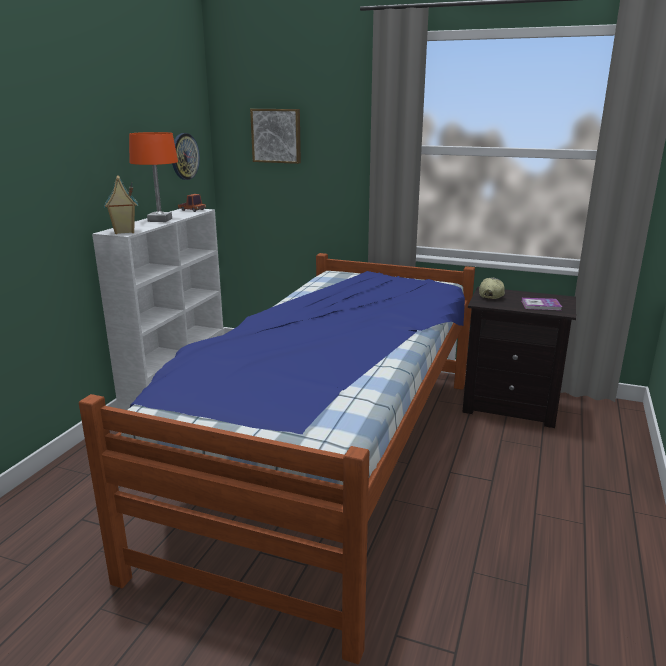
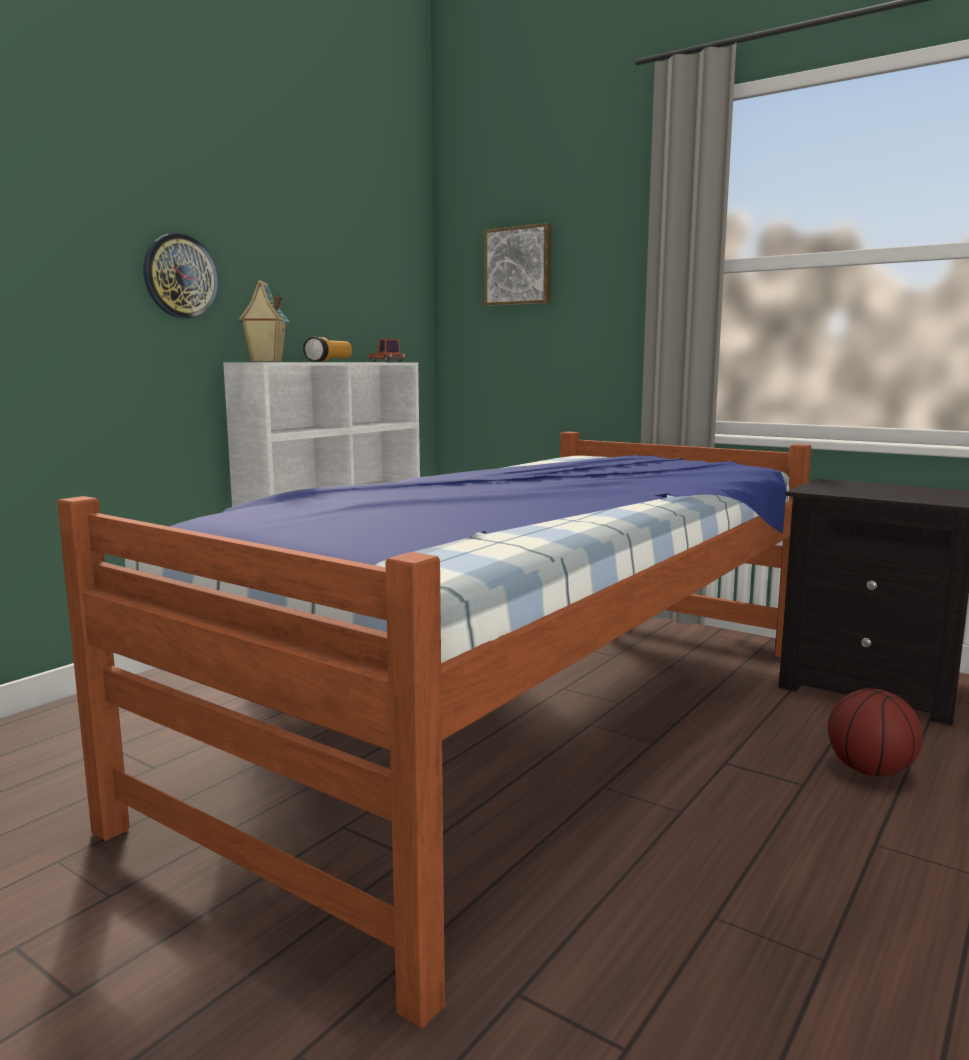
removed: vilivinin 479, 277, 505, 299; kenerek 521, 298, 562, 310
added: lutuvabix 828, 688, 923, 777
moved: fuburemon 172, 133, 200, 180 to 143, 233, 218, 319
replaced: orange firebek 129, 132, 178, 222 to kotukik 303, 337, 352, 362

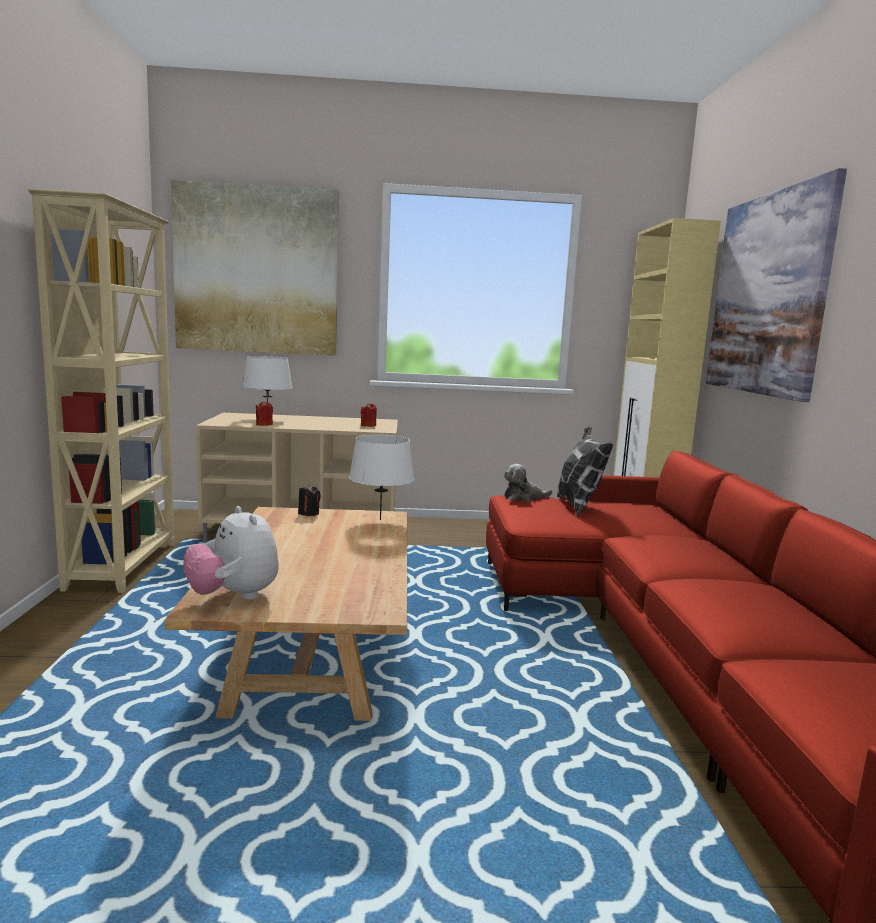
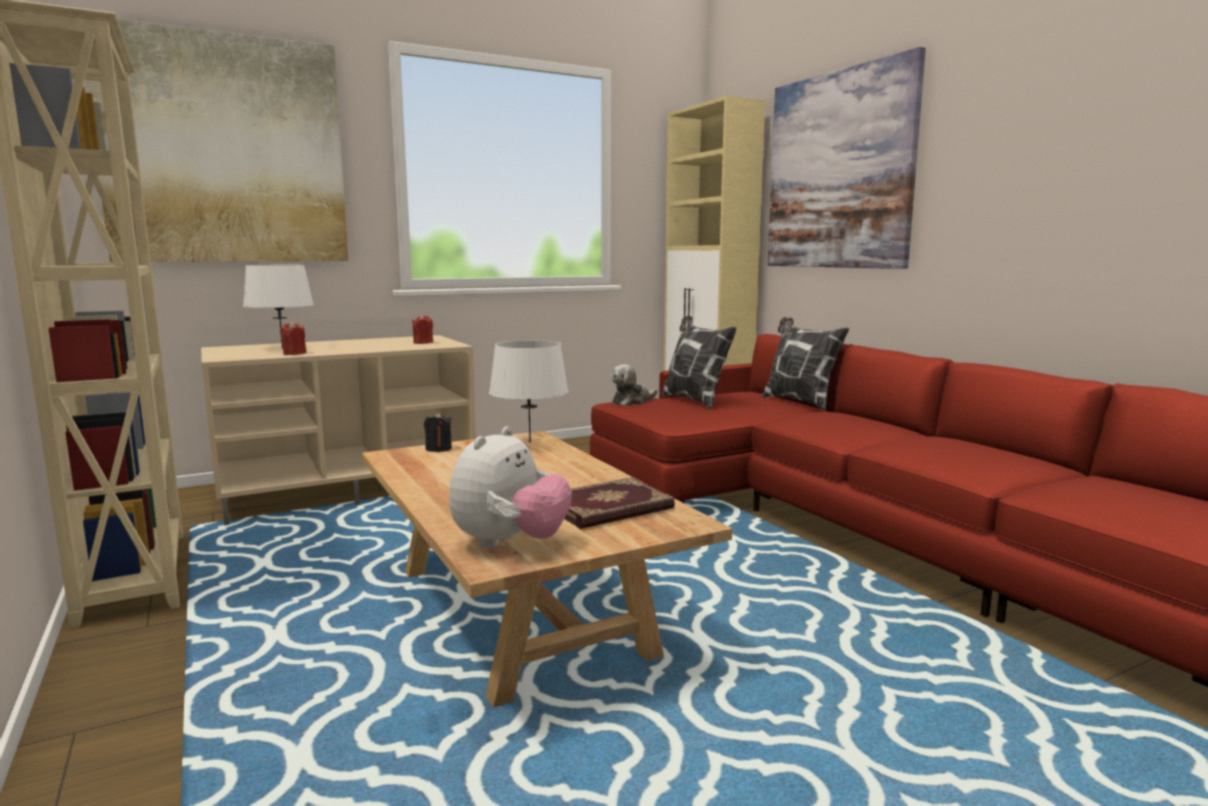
added: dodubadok 762, 317, 850, 410; kenerek 564, 477, 675, 529
turned: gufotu 183, 506, 279, 600 = 449, 426, 572, 549 90 degrees counterclockwise

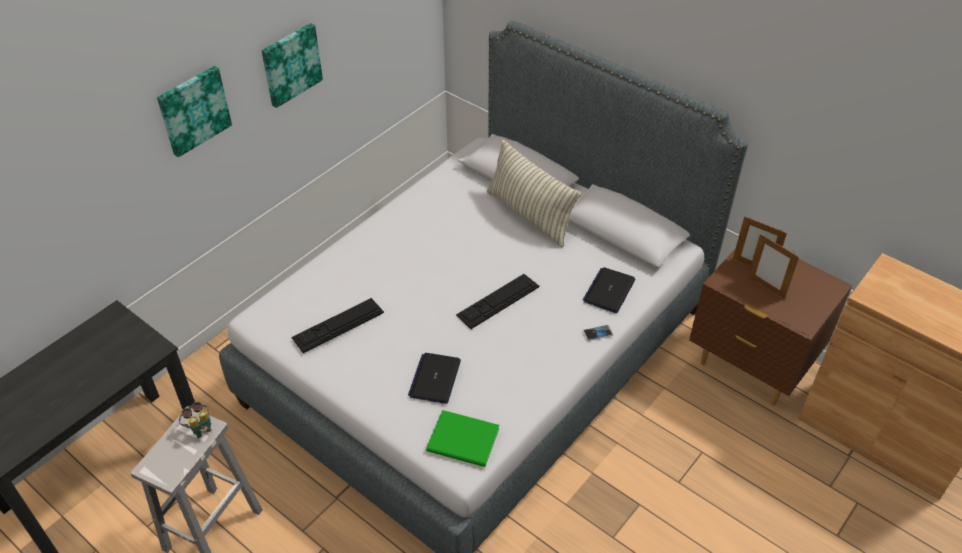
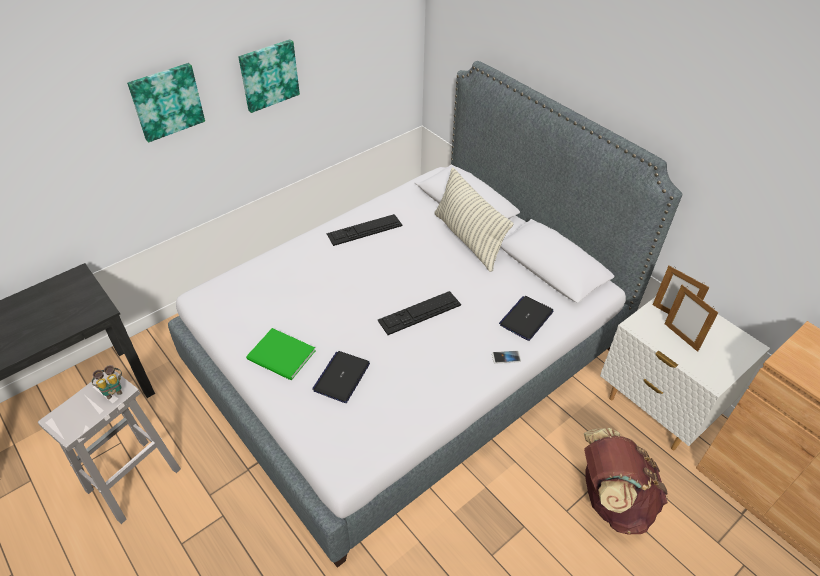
added: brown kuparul 584, 428, 668, 534
moved: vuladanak 291, 298, 384, 353 to 326, 214, 402, 246; green kenerek 426, 410, 499, 467 to 246, 328, 316, 380
recoloured: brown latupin 689, 248, 853, 405 to white latupin 600, 297, 770, 450

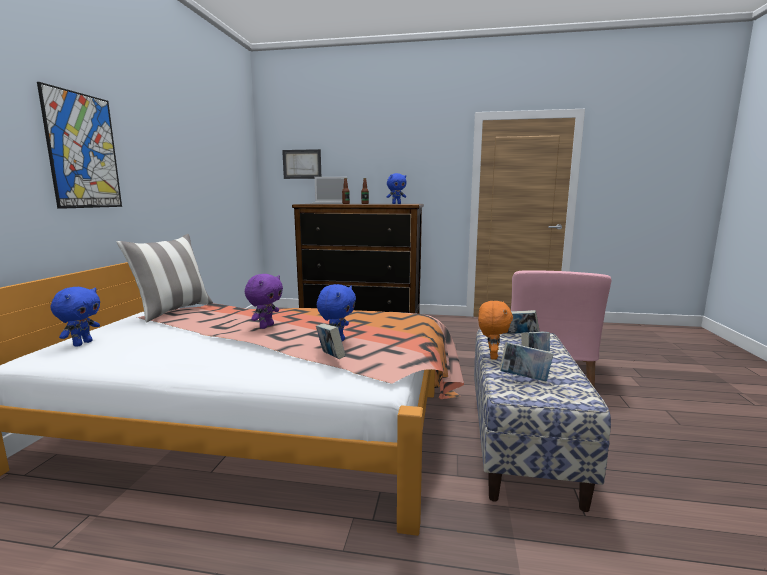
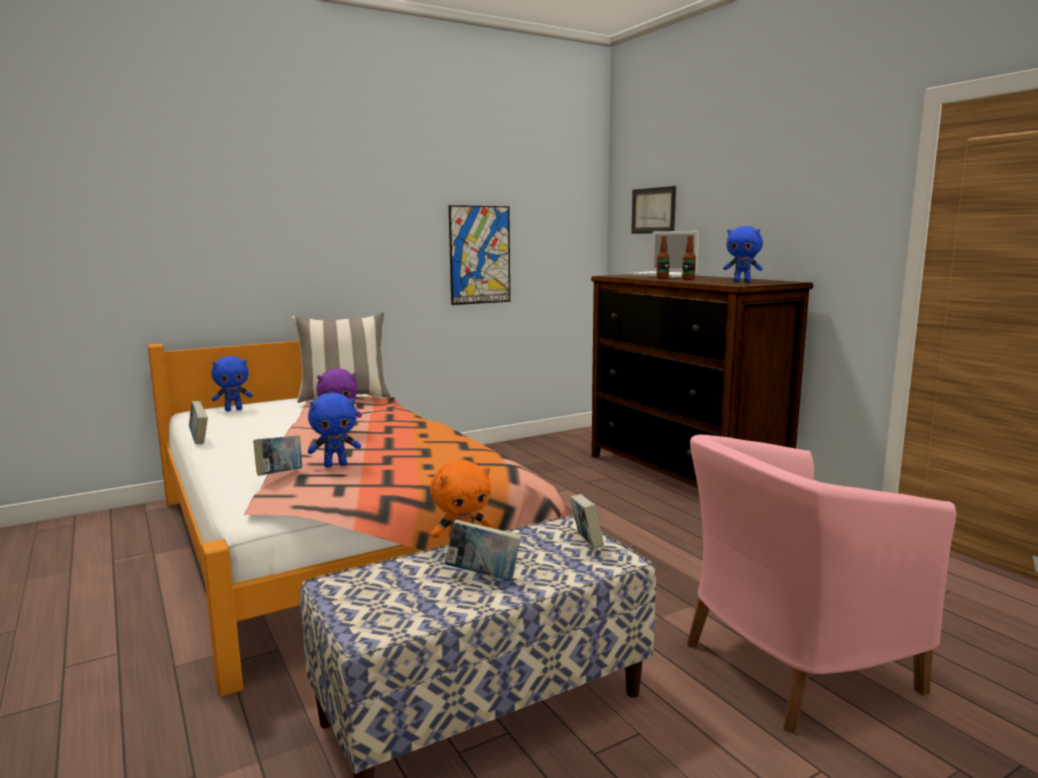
moved: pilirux 37, 82, 122, 209 to 449, 205, 510, 305; kenerek 500, 342, 554, 381 to 189, 401, 208, 444

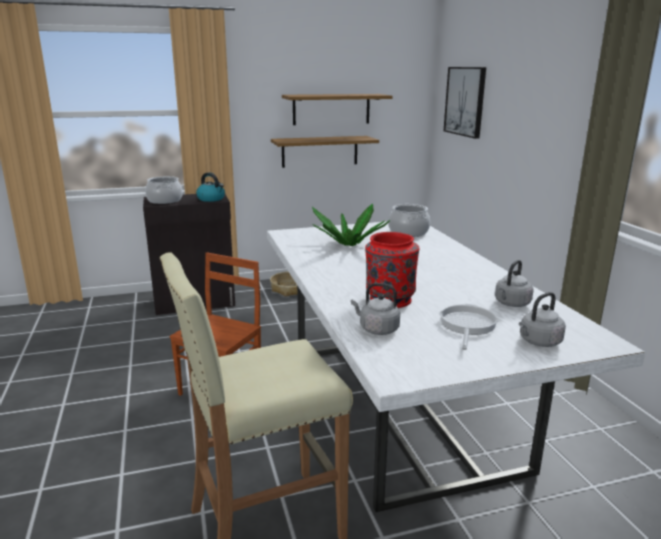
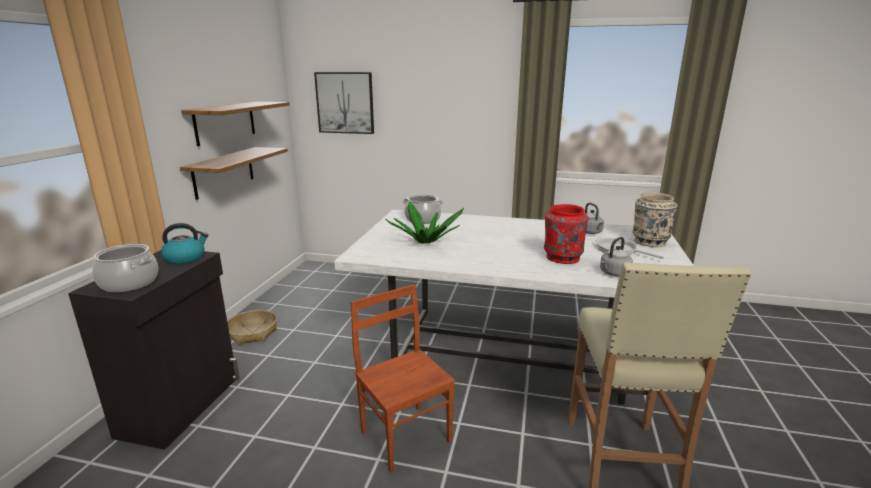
replaced: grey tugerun 519, 292, 566, 347 to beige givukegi 632, 193, 677, 247

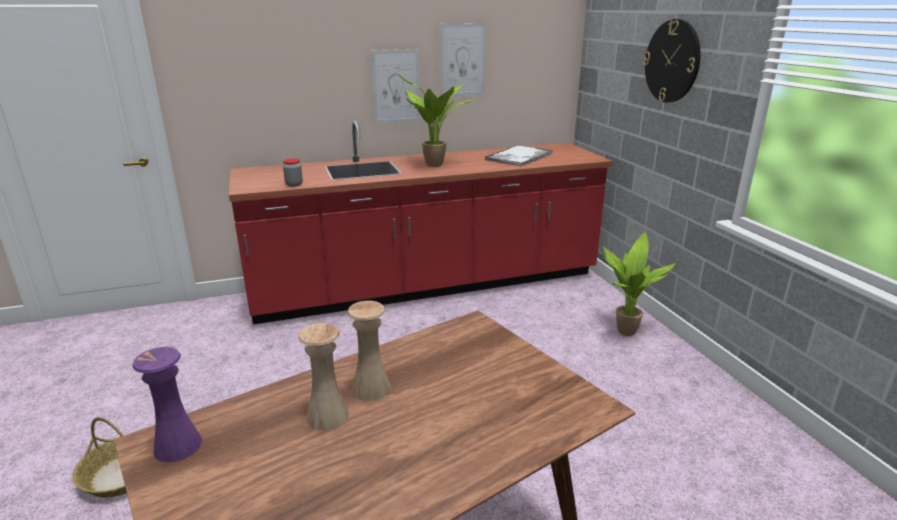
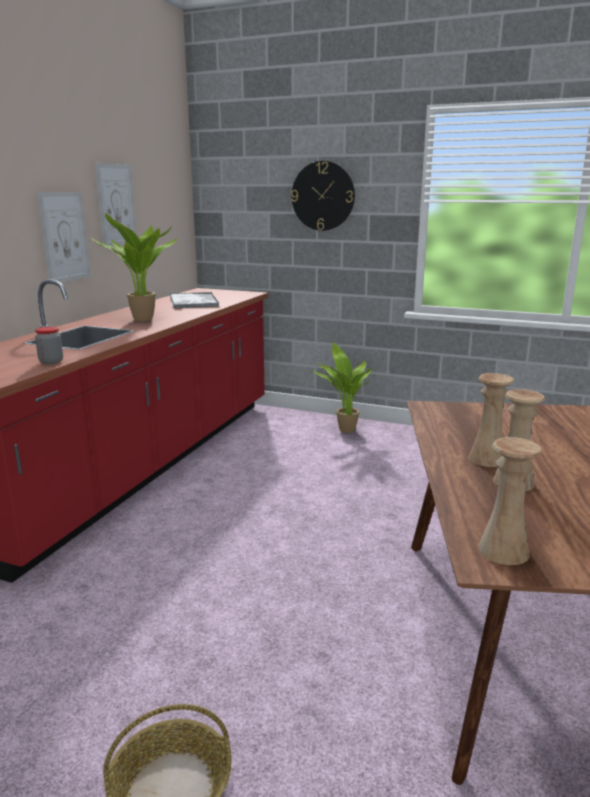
recoloured: purple givukegi 133, 347, 202, 462 to beige givukegi 478, 437, 542, 565

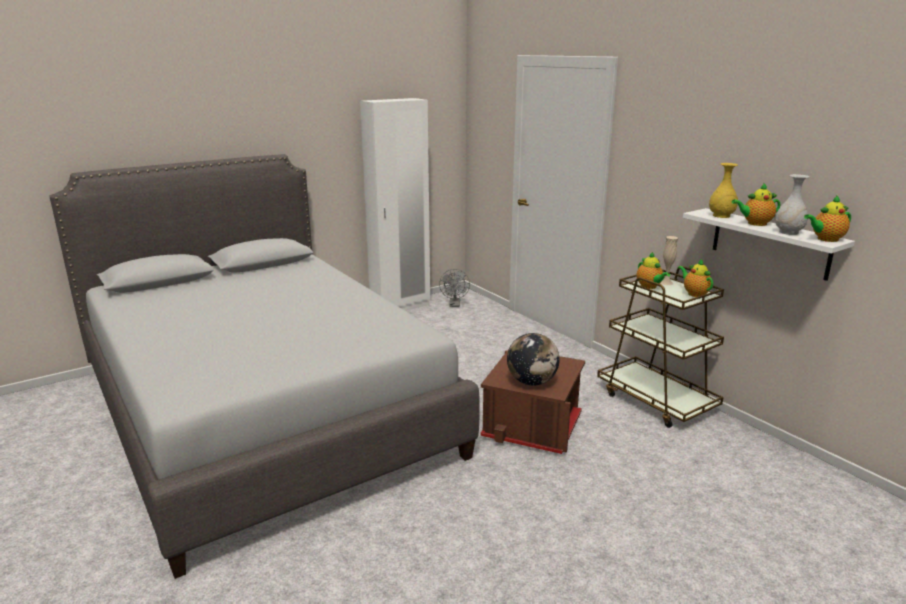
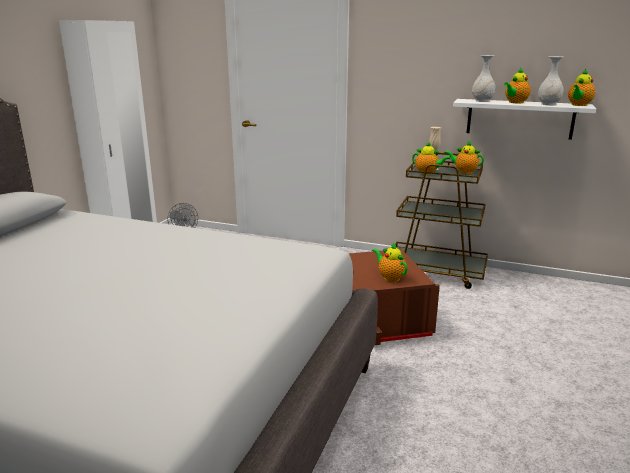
replaced: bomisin 507, 333, 560, 385 to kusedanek 372, 242, 407, 282
recoloured: yellow givukegi 709, 163, 738, 218 to white givukegi 472, 55, 495, 102

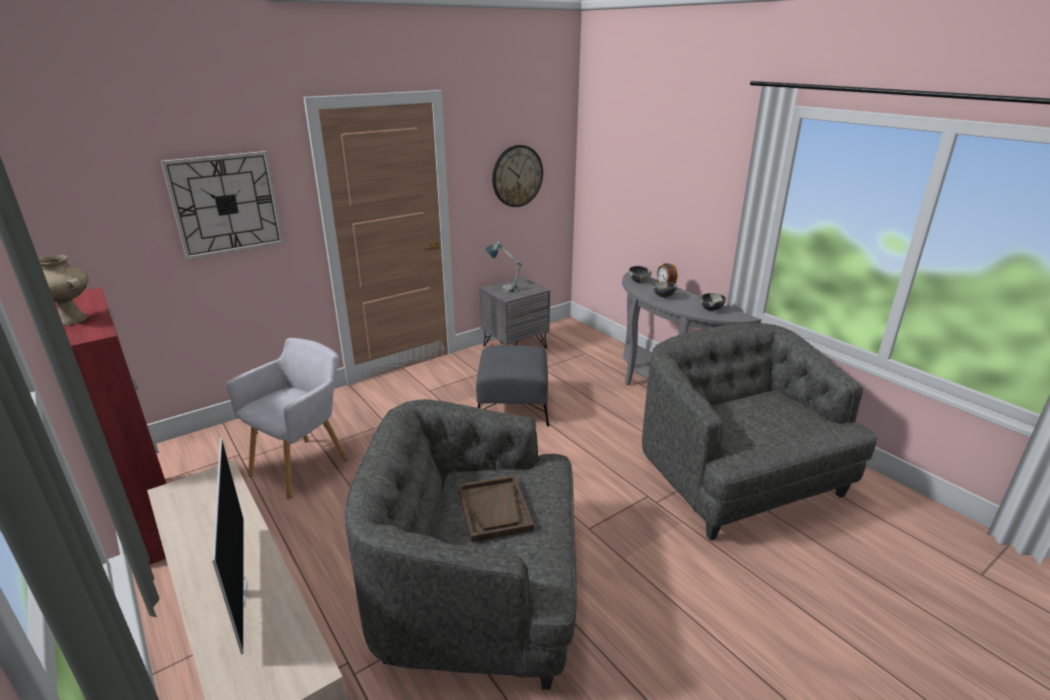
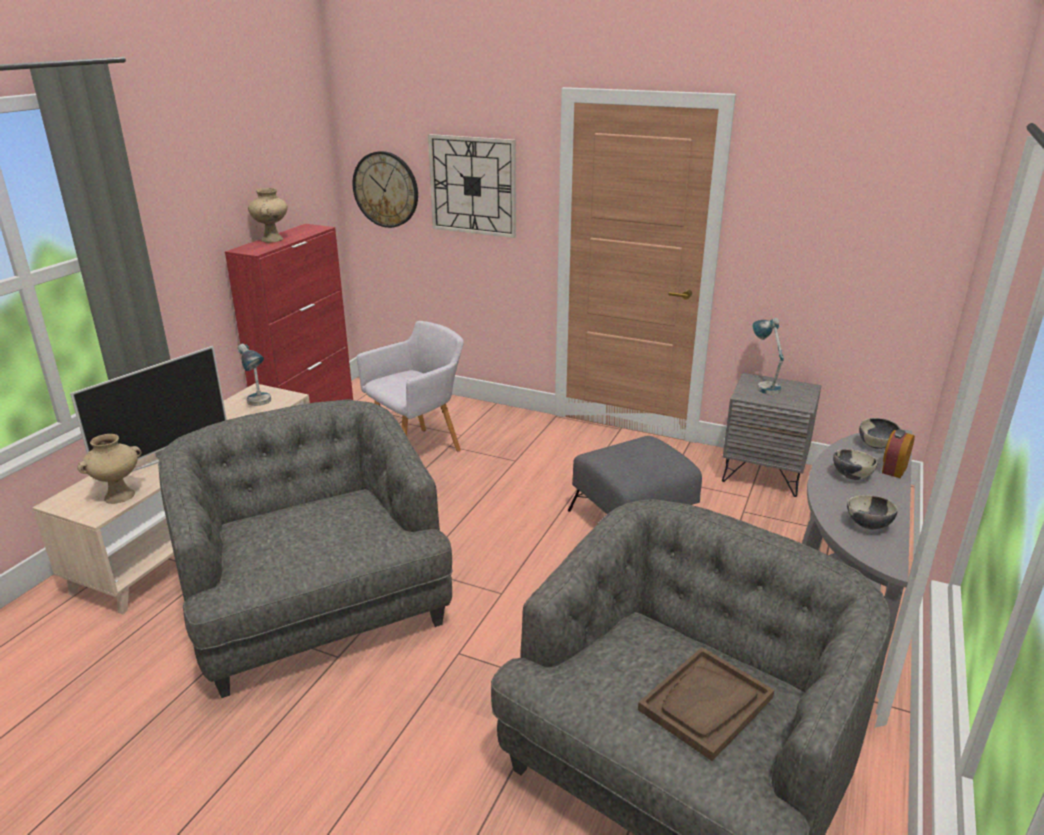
added: firebek 238, 344, 271, 406; beige givukegi 77, 434, 142, 504
moved: fuburemon 492, 145, 543, 207 to 353, 151, 418, 228; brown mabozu 458, 475, 534, 542 to 638, 647, 774, 761
turned: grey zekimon 226, 338, 347, 498 = 357, 321, 464, 451 45 degrees counterclockwise

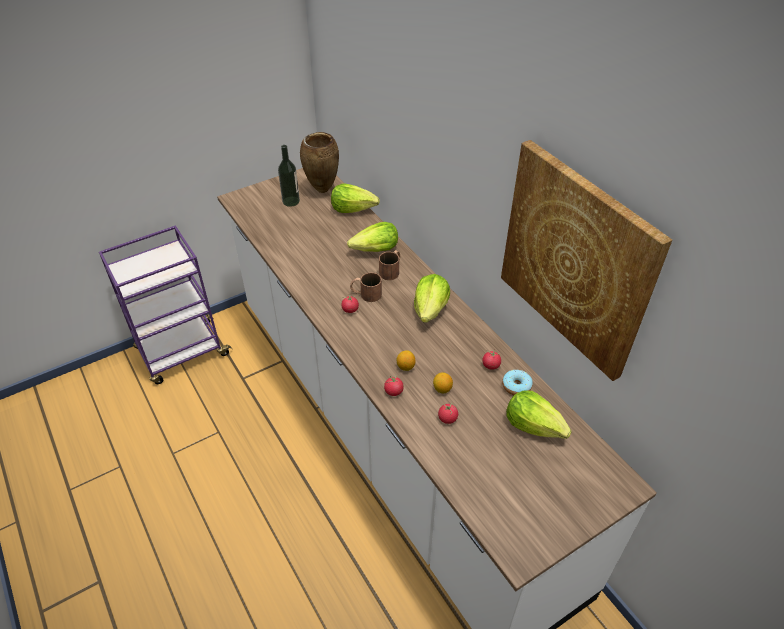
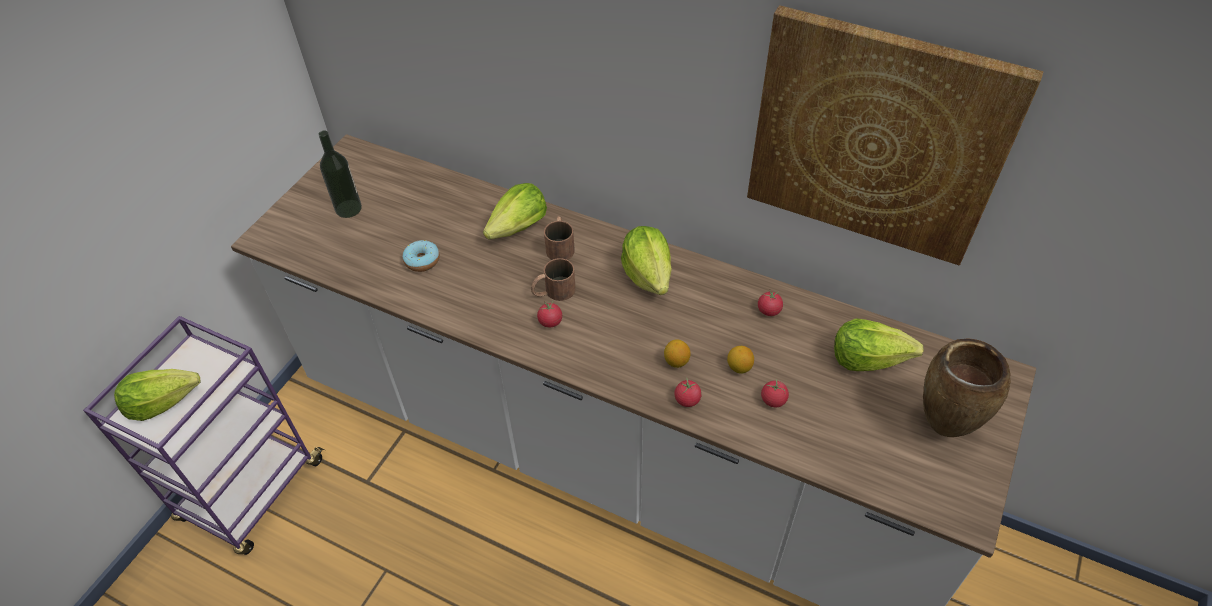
moved: brown givukegi 300, 132, 339, 193 to 923, 338, 1011, 437; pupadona 331, 183, 380, 213 to 114, 369, 200, 421; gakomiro 502, 370, 533, 395 to 402, 240, 440, 272

